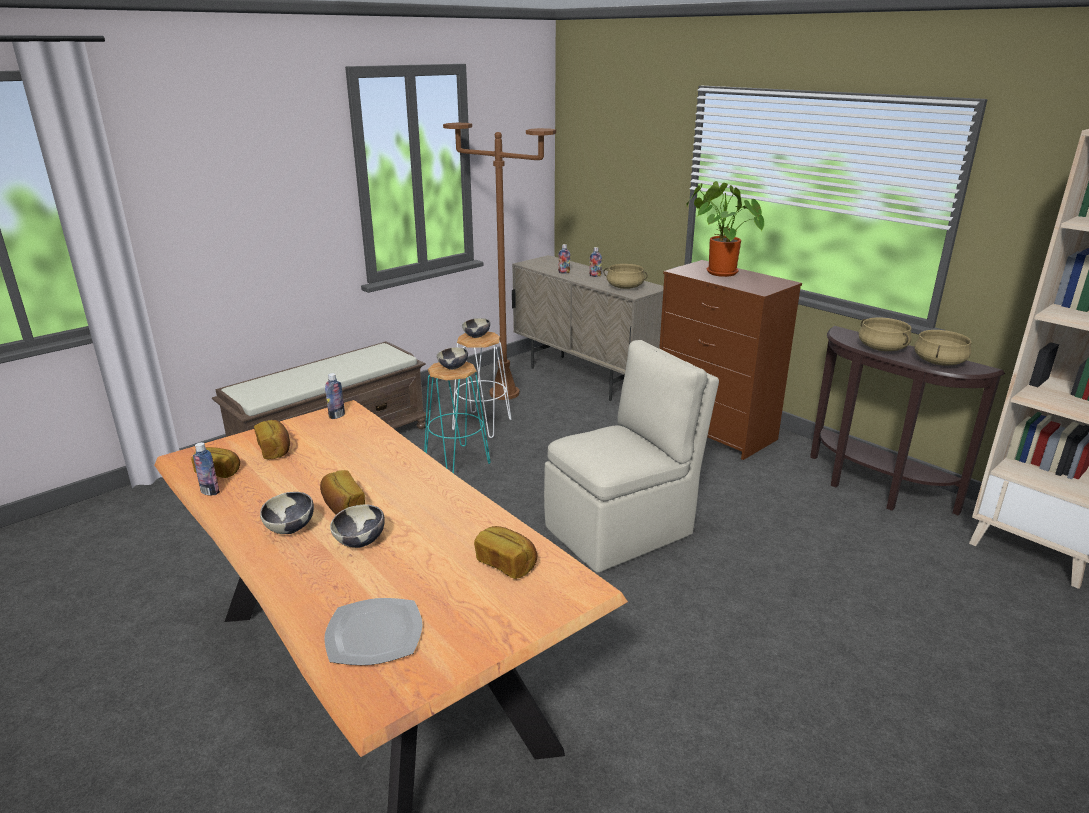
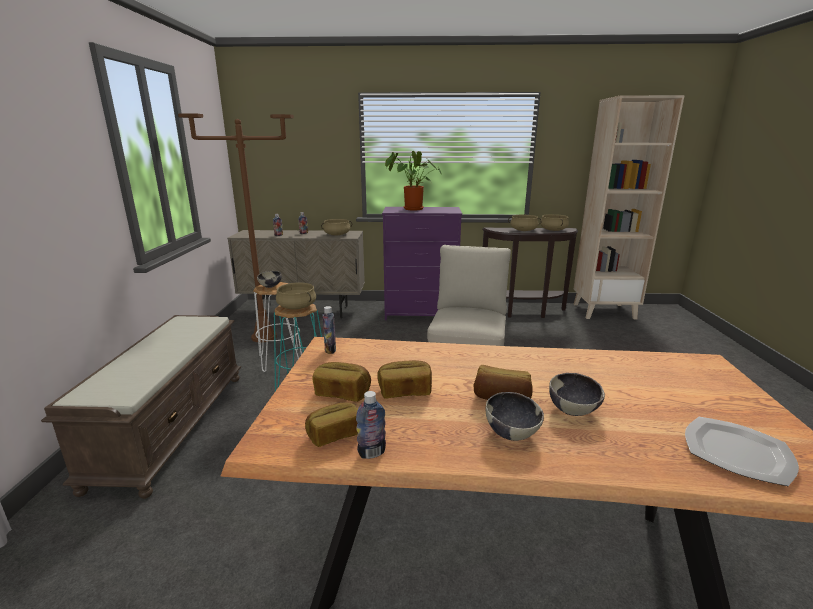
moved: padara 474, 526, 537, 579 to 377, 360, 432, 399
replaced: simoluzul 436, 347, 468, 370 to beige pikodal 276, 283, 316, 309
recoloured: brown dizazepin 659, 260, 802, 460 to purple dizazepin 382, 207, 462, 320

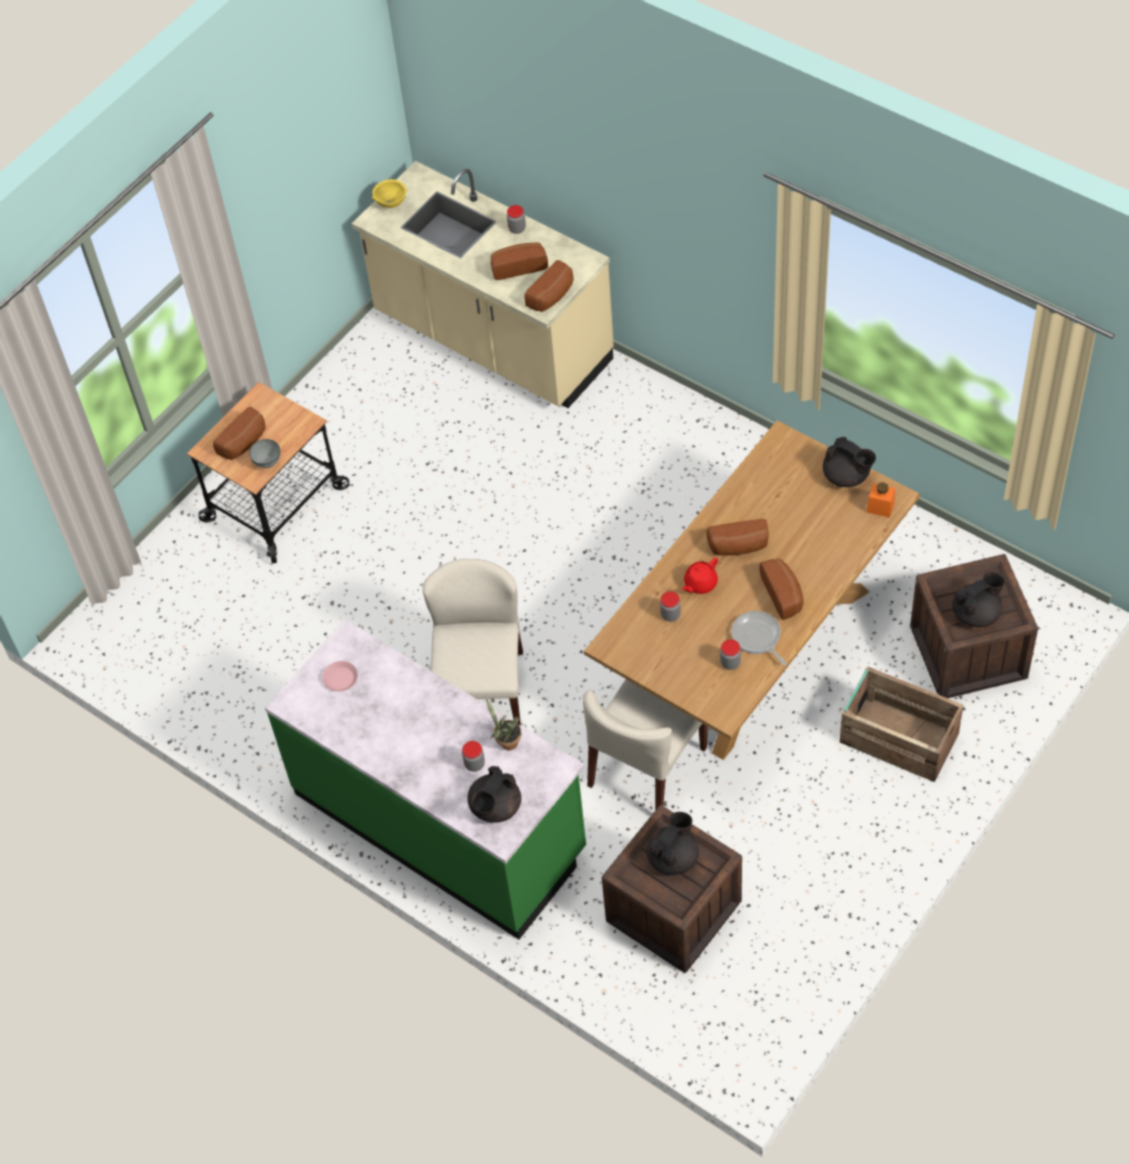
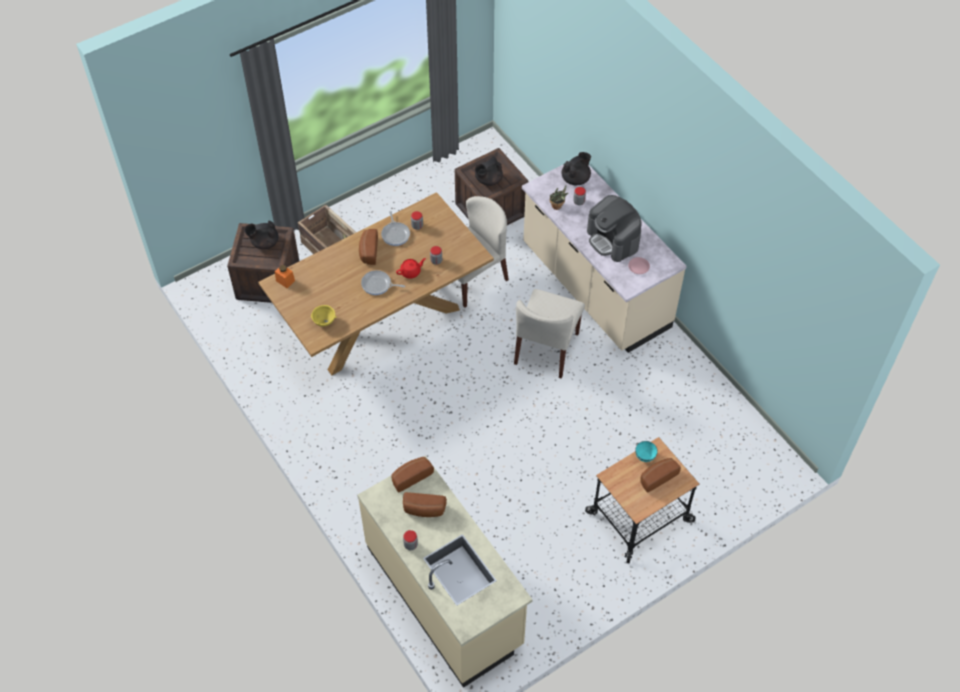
removed: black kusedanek 823, 437, 876, 487
added: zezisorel 587, 195, 642, 262
moved: yellow simoluzul 372, 179, 407, 208 to 311, 305, 336, 326
replaced: padara 706, 519, 769, 556 to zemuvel 361, 270, 405, 295
recoloured: grey simoluzul 249, 439, 280, 468 to turquoise simoluzul 635, 441, 658, 462; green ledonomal 265, 620, 586, 939 to beige ledonomal 522, 164, 687, 353

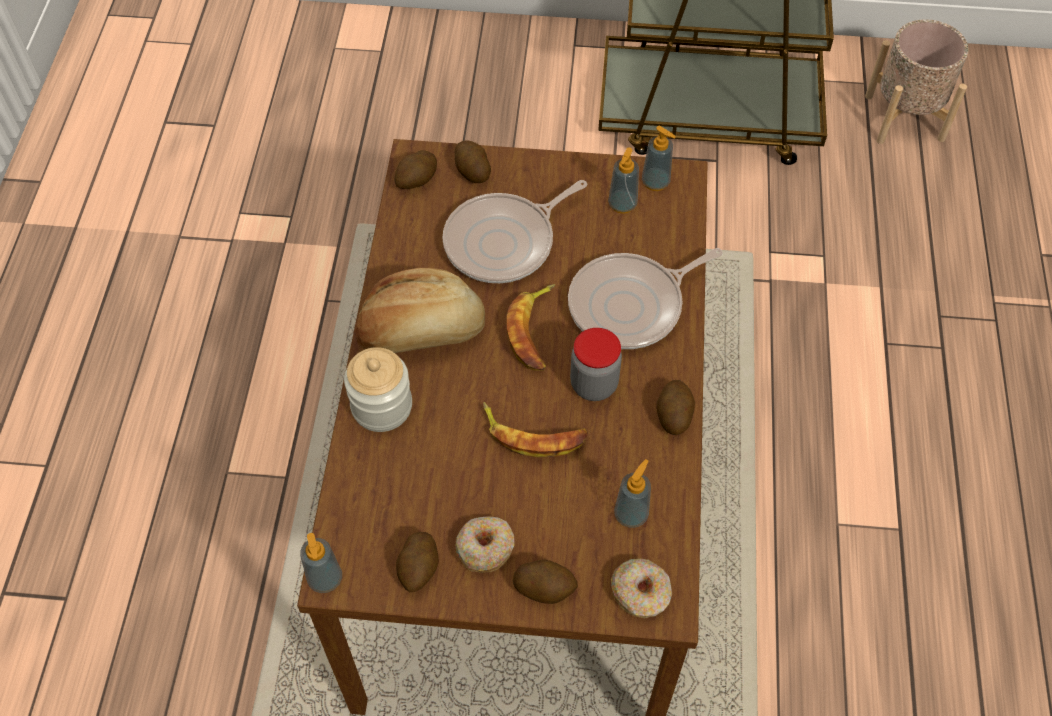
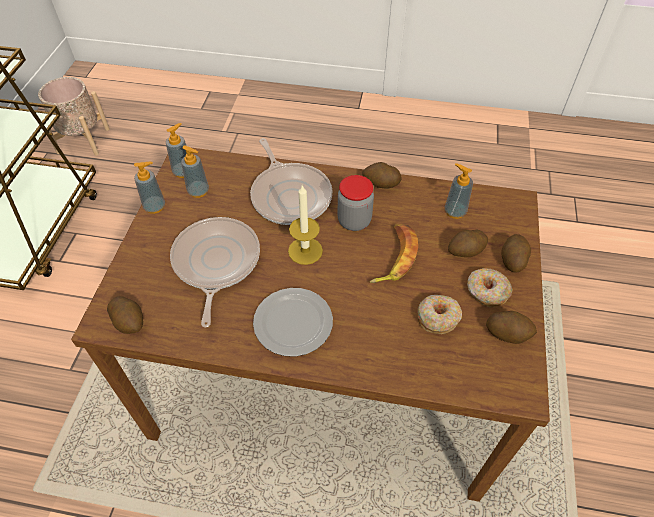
removed: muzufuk 344, 347, 412, 432
moved: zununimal 455, 140, 491, 183 to 448, 230, 488, 257; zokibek 300, 533, 342, 593 to 134, 162, 165, 214; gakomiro 611, 558, 672, 618 to 417, 295, 462, 334
replaced: padara 355, 268, 485, 353 to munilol 253, 288, 333, 357; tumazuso 507, 284, 555, 371 to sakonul 288, 184, 323, 265
turned: zemuvel 442, 180, 587, 283 = 170, 217, 260, 327 150 degrees counterclockwise

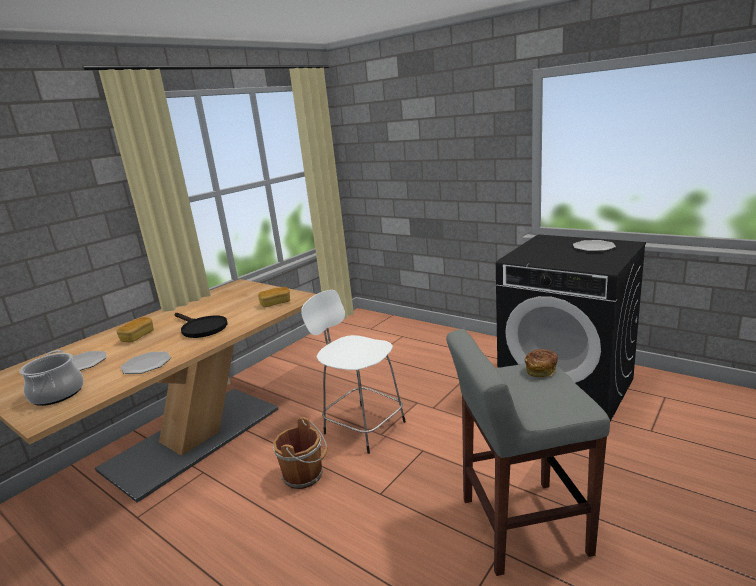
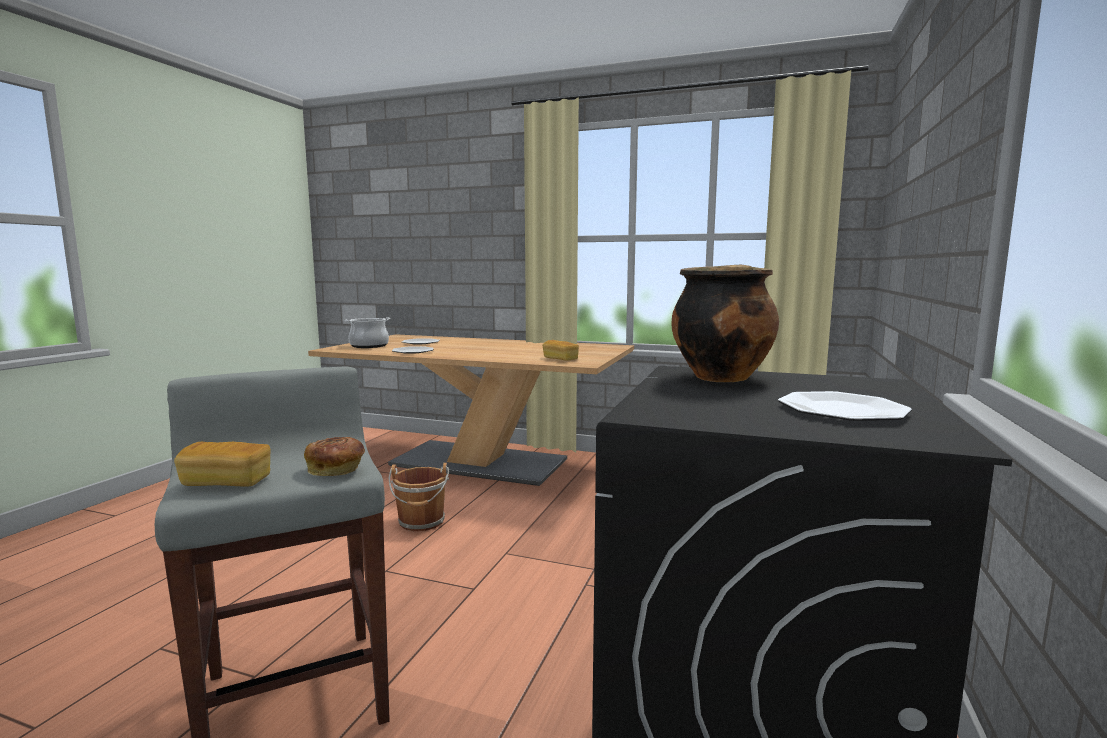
removed: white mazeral 301, 290, 406, 454; black zemuvel 174, 313, 228, 338
added: pikodal 671, 264, 779, 382
moved: padara 116, 317, 154, 342 to 174, 442, 271, 487

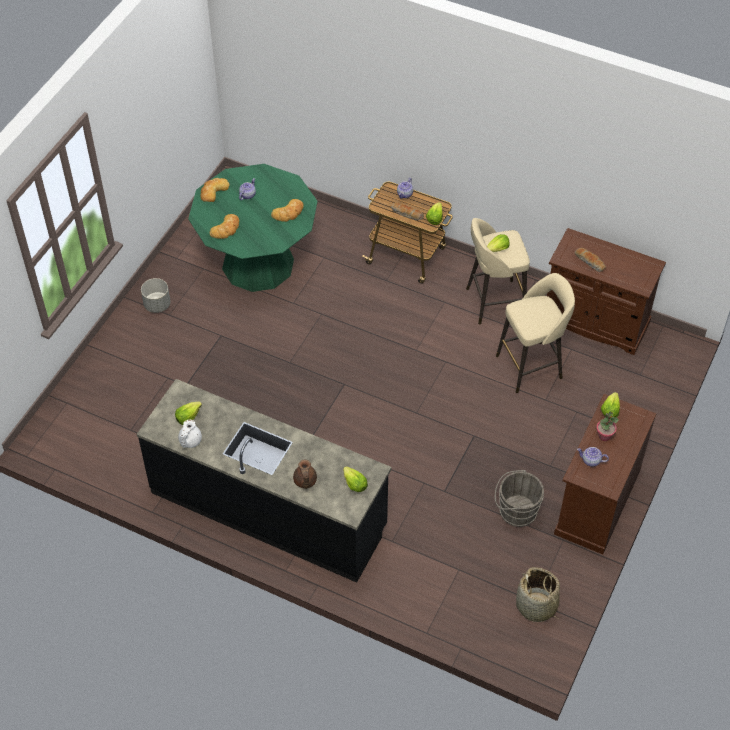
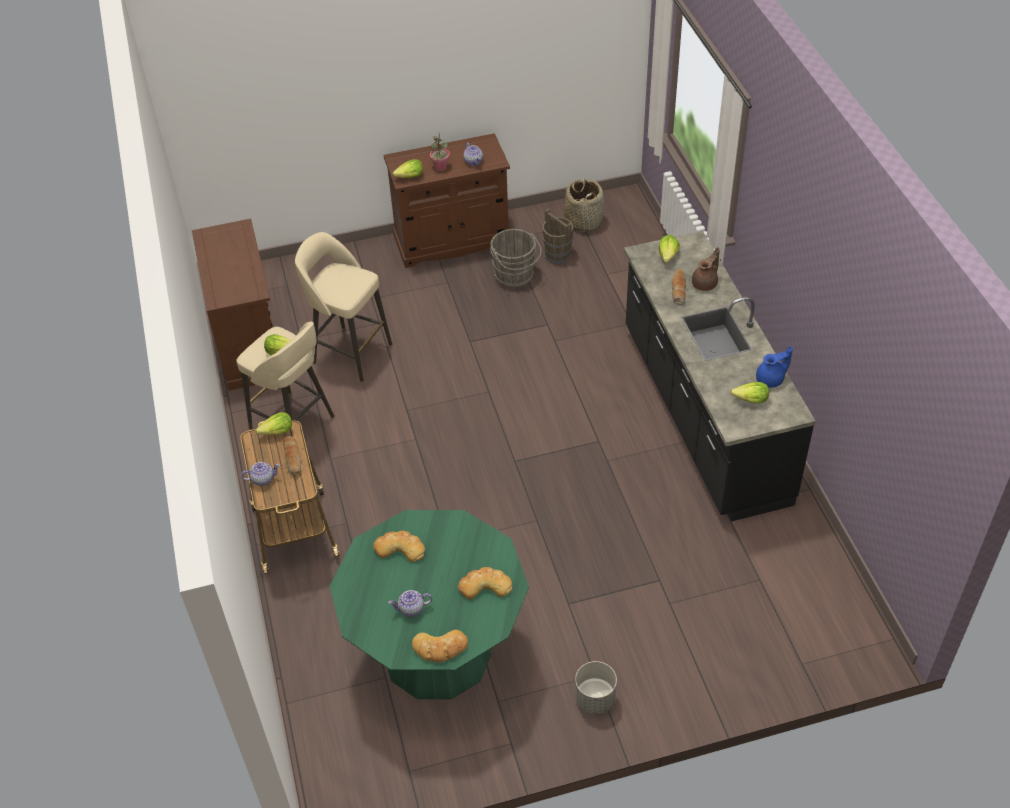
added: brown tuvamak 542, 209, 573, 264
moved: padara 575, 248, 606, 272 to 671, 269, 686, 306
recoloured: white kusedanek 178, 420, 202, 448 to blue kusedanek 756, 346, 793, 388

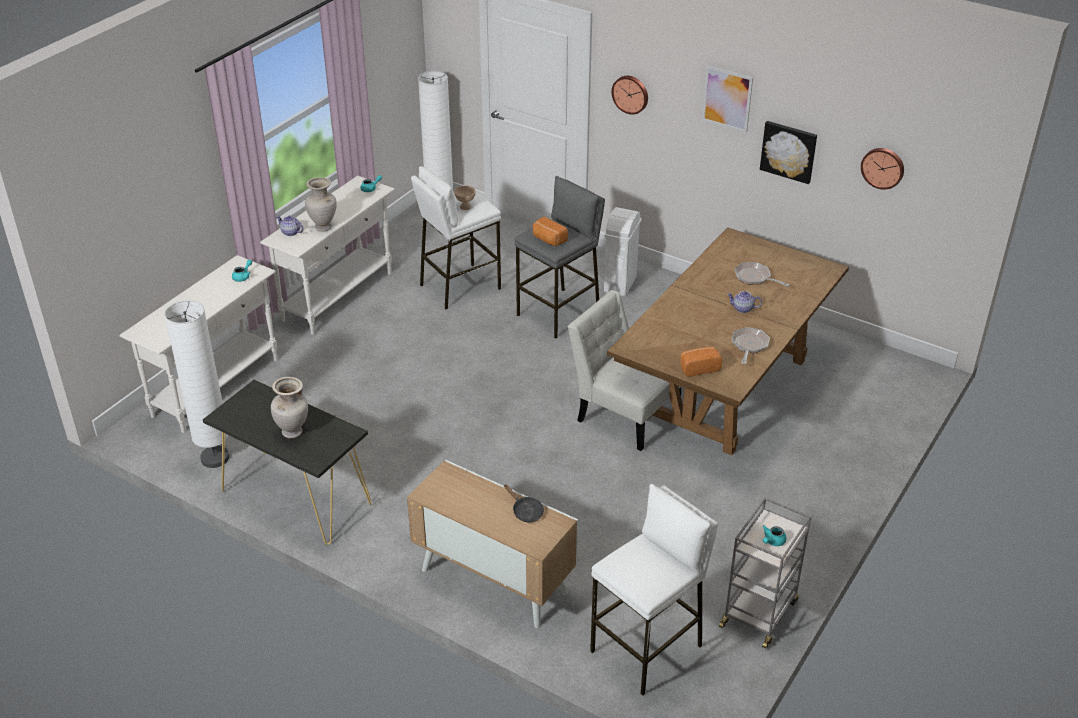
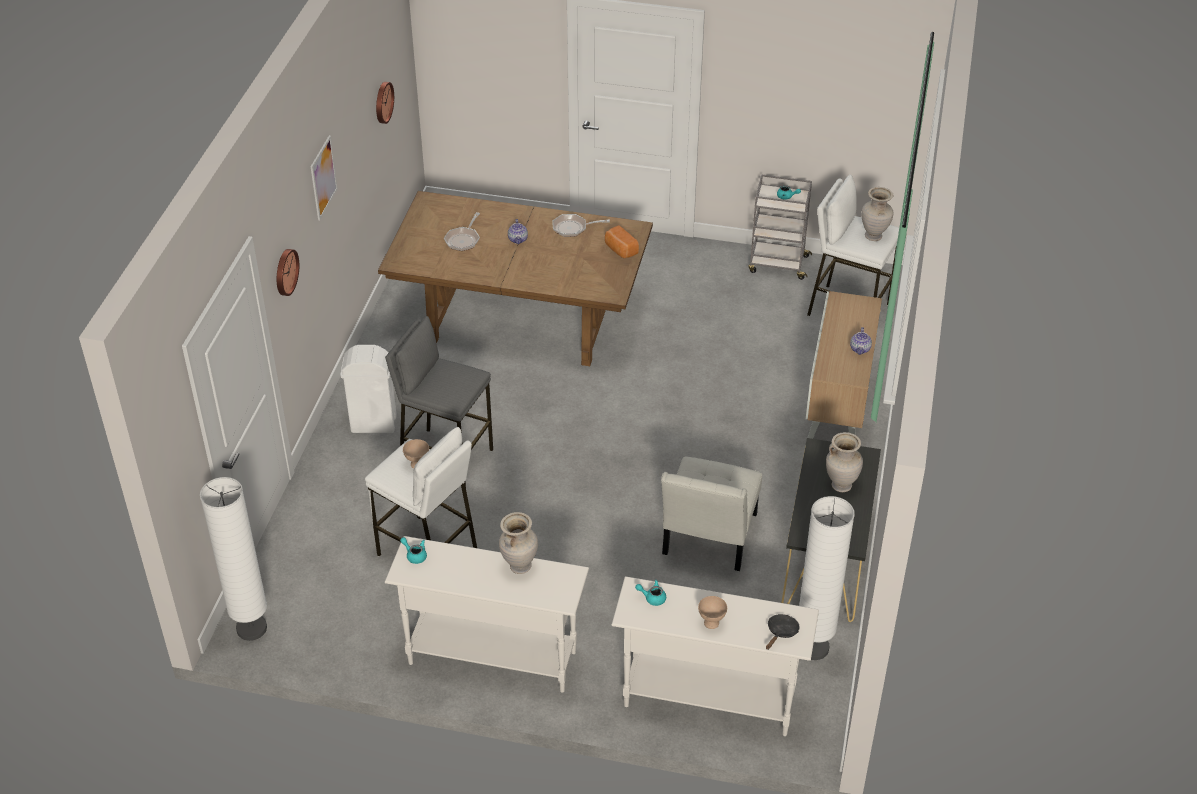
removed: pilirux 760, 121, 817, 184; padara 533, 217, 568, 246
added: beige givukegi 861, 187, 894, 241; beige simoluzul 698, 596, 727, 629
moved: kusedanek 276, 216, 303, 236 to 850, 327, 872, 355; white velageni 568, 290, 681, 451 to 661, 457, 762, 571; black zemuvel 504, 484, 544, 523 to 766, 614, 800, 650

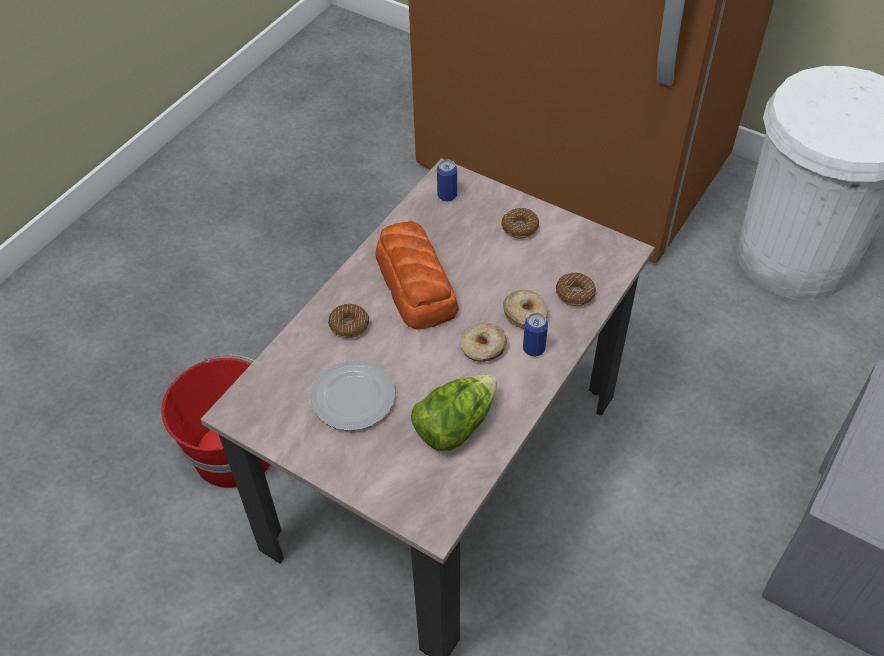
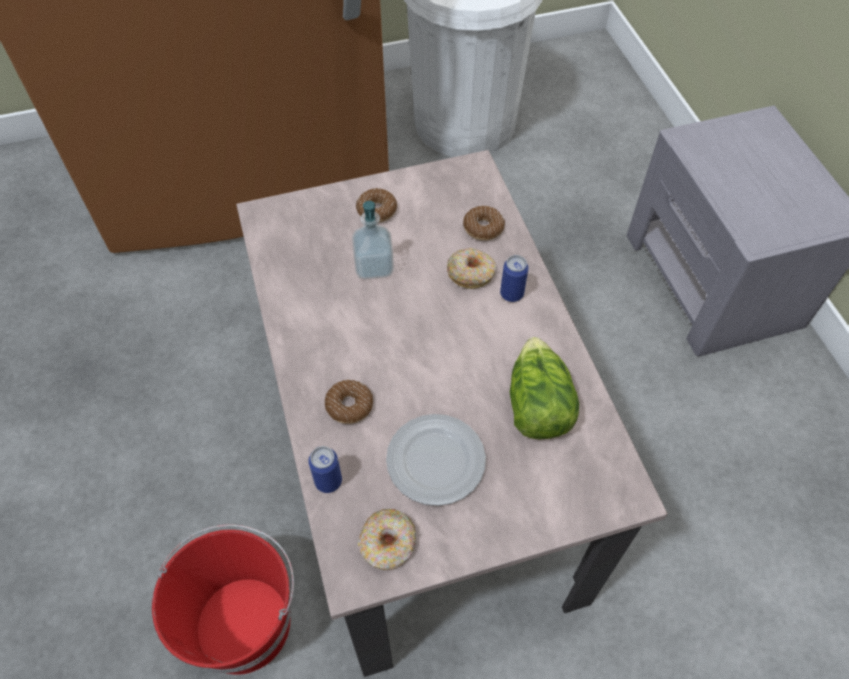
removed: padara 375, 221, 459, 330
added: zokibek 352, 201, 394, 279
moved: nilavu 437, 159, 457, 201 to 308, 446, 342, 493; gakomiro 460, 322, 507, 362 to 358, 509, 416, 570

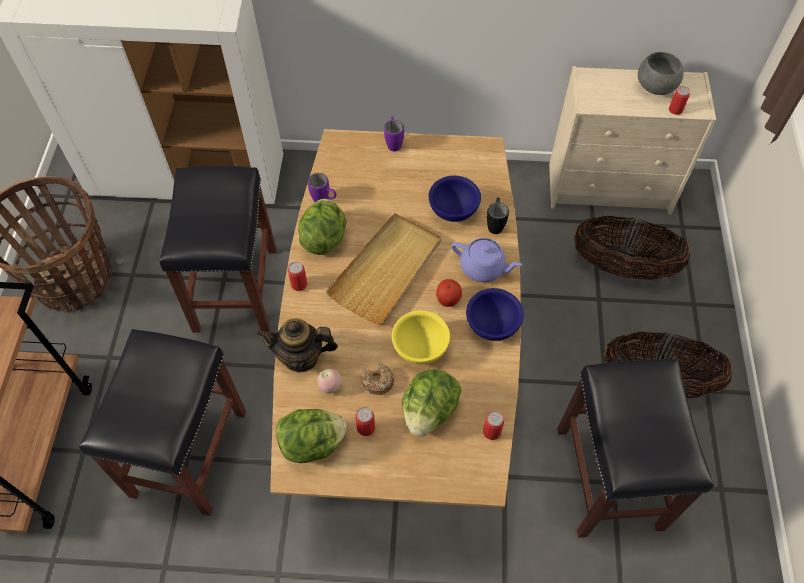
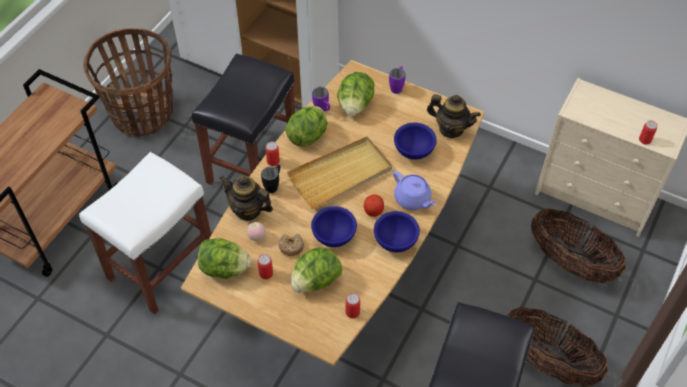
removed: grey simoluzul 638, 52, 684, 95
added: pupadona 337, 72, 375, 116; kusedanek 427, 94, 481, 138
moved: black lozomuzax 487, 197, 509, 234 to 261, 164, 280, 193
recoloured: yellow simoluzul 392, 310, 450, 365 to blue simoluzul 311, 206, 357, 247; black mazeral 79, 329, 246, 516 to white mazeral 79, 152, 211, 314

